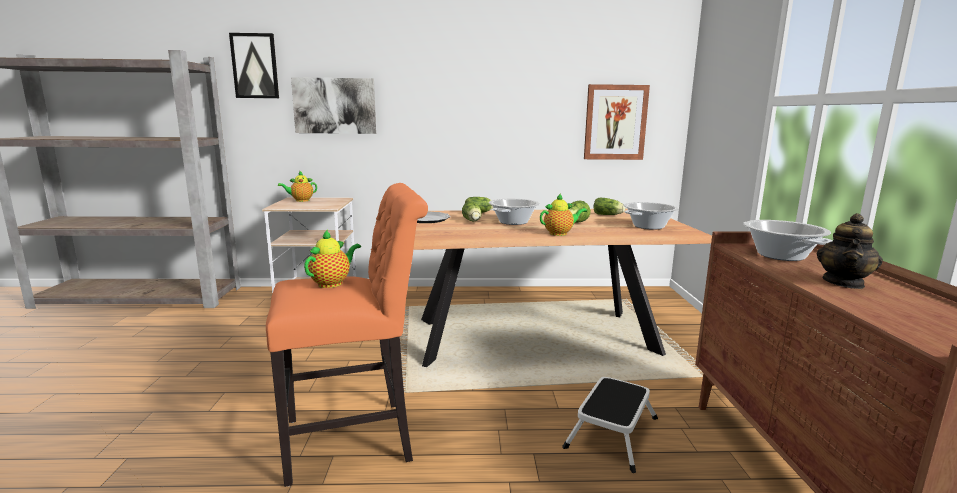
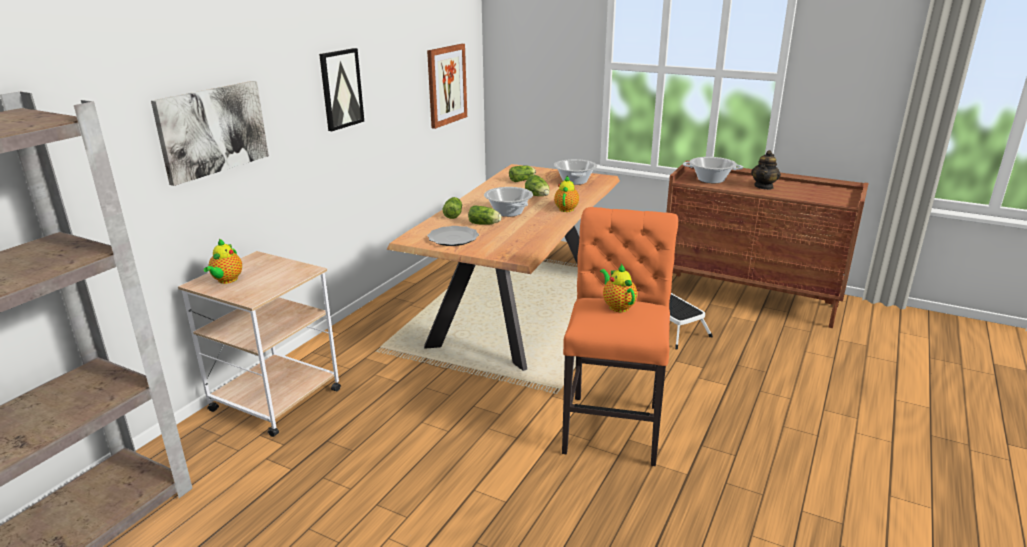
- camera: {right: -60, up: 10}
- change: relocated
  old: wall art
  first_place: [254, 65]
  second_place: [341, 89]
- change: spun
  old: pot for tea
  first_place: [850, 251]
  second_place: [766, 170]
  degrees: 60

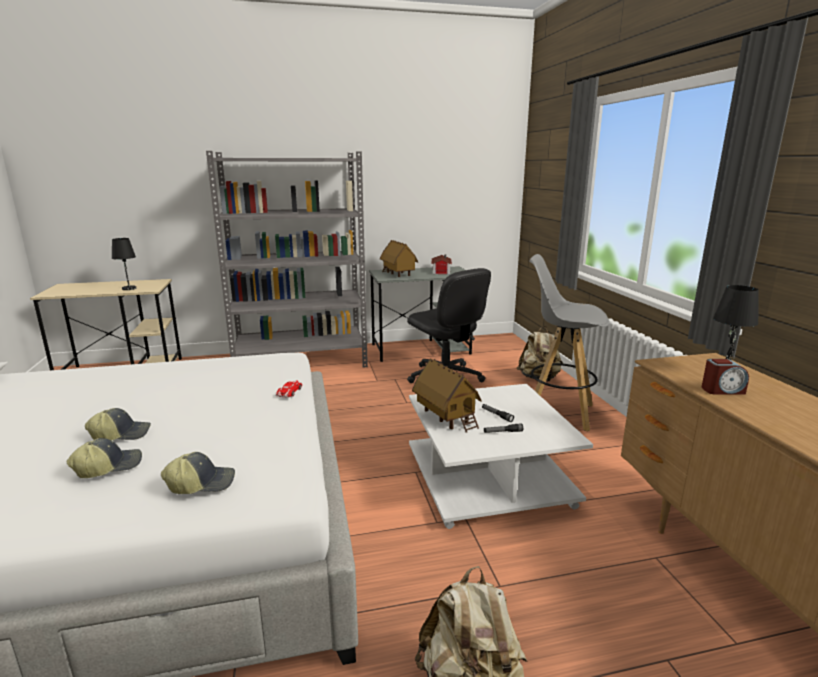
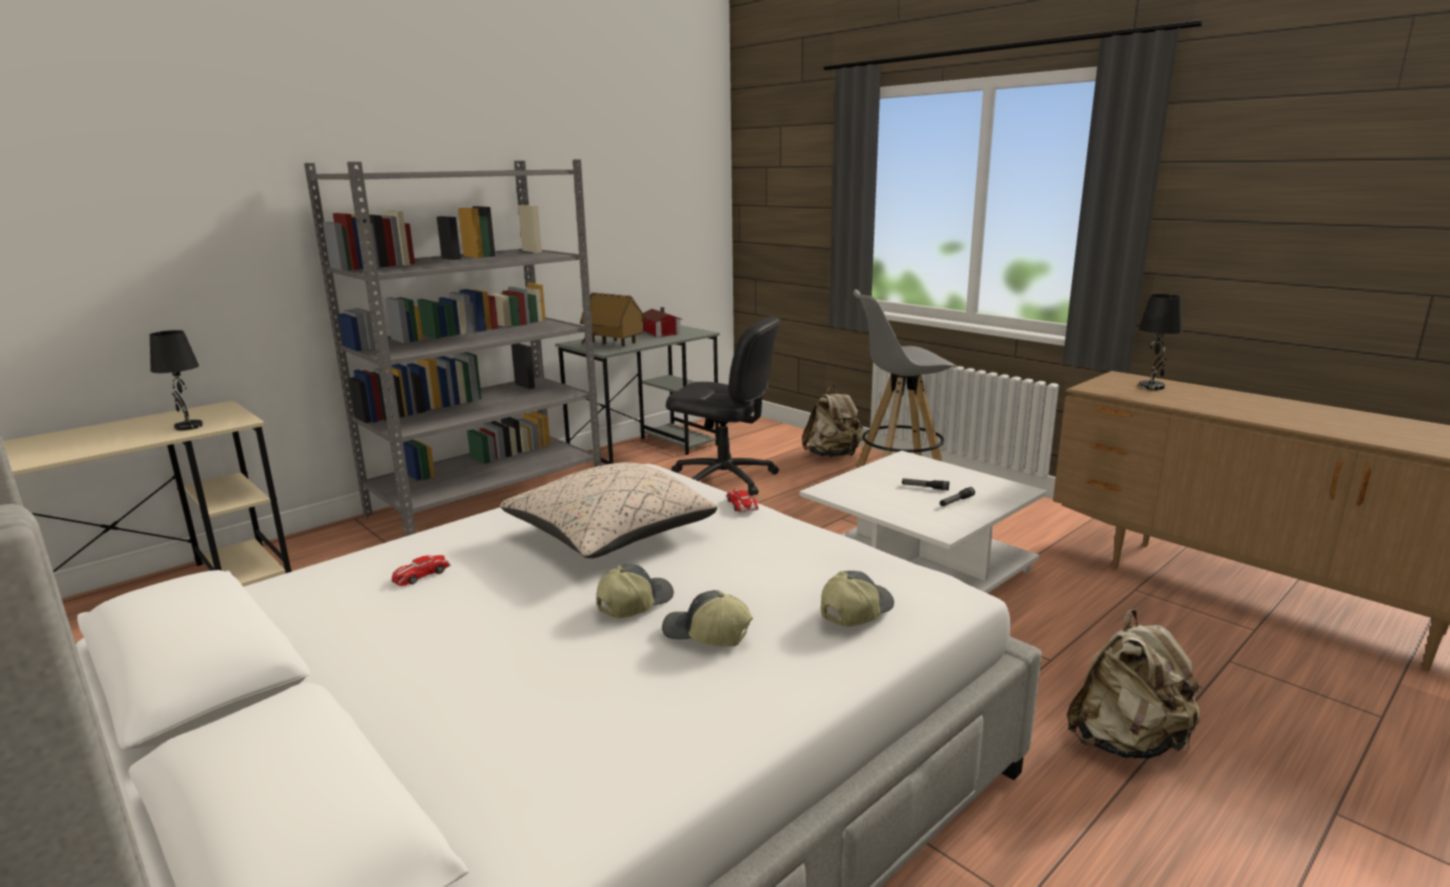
- camera: {right: -30, up: 0}
- change: missing
  old: toy house
  first_place: [447, 395]
- change: missing
  old: alarm clock
  first_place: [725, 377]
- change: appeared
  new: model car
  second_place: [421, 570]
- change: appeared
  new: beige pillow
  second_place: [608, 510]
- change: spun
  old: baseball cap
  first_place: [104, 458]
  second_place: [707, 618]
  degrees: -90

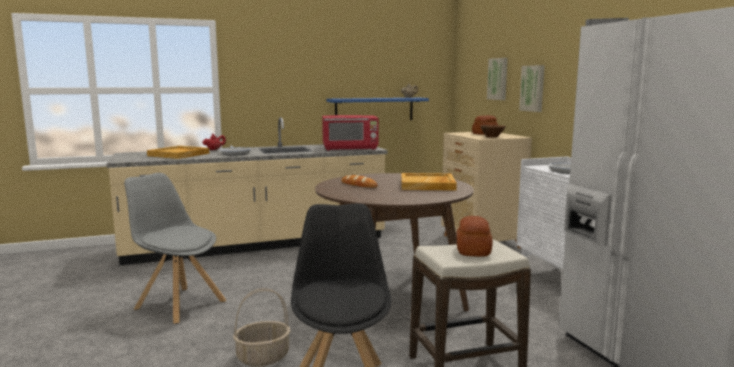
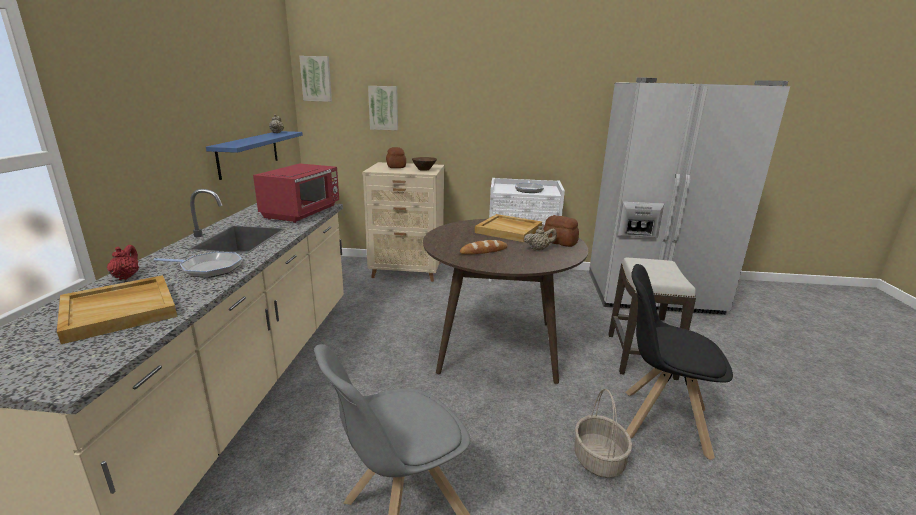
- camera: {right: -65, up: 10}
- change: appeared
  new: beige pot for tea
  second_place: [540, 238]
- change: relocated
  old: bread
  first_place: [474, 236]
  second_place: [561, 231]
- change: relocated
  old: wall art
  first_place: [532, 88]
  second_place: [315, 79]

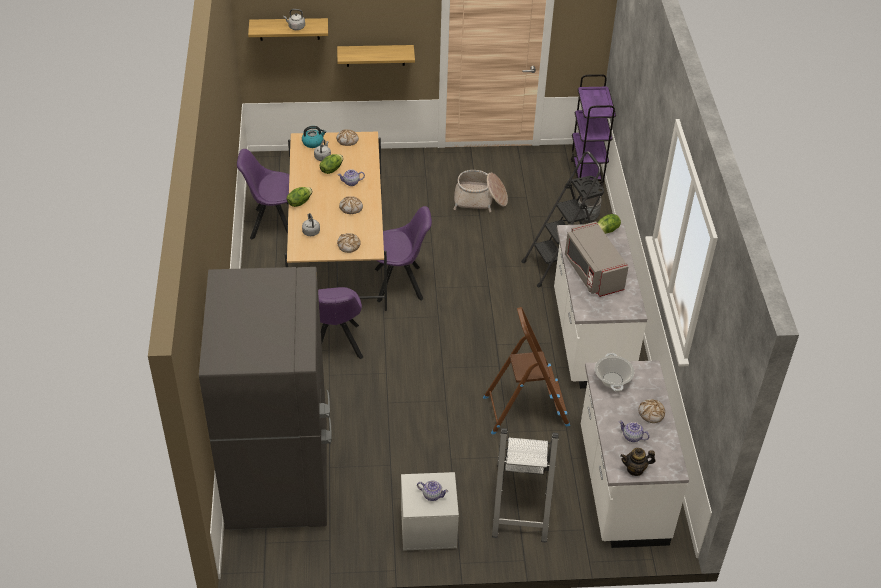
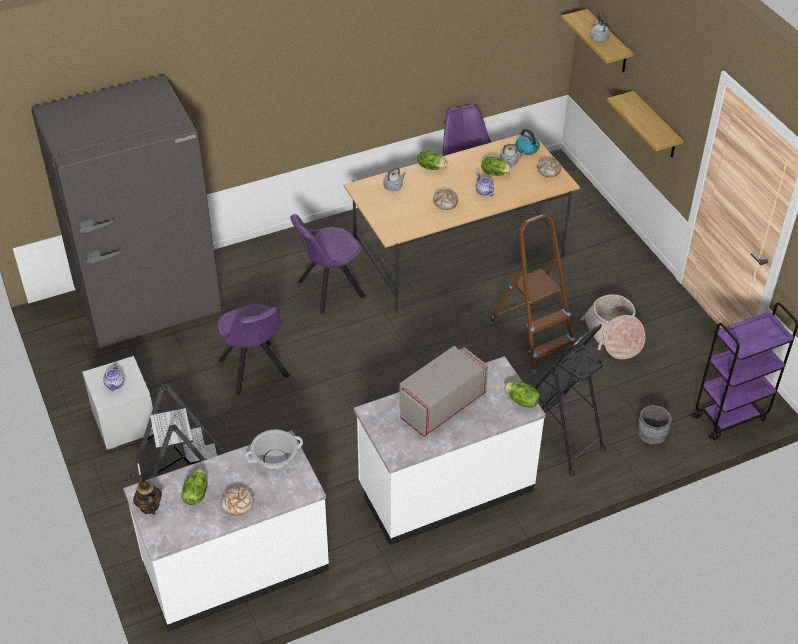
- camera: {right: 70, up: 0}
- change: missing
  old: bread
  first_place: [349, 243]
- change: relocated
  old: purple plain chair
  first_place: [403, 254]
  second_place: [253, 349]
- change: relocated
  old: brownish stepladder
  first_place: [526, 370]
  second_place: [532, 294]
- change: exchanged
  old: pot for tea
  new: head of lettuce
  first_place: [634, 431]
  second_place: [194, 487]

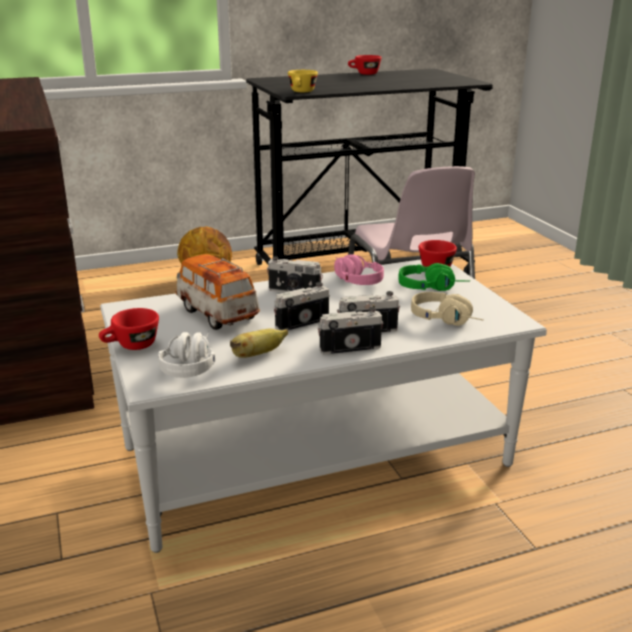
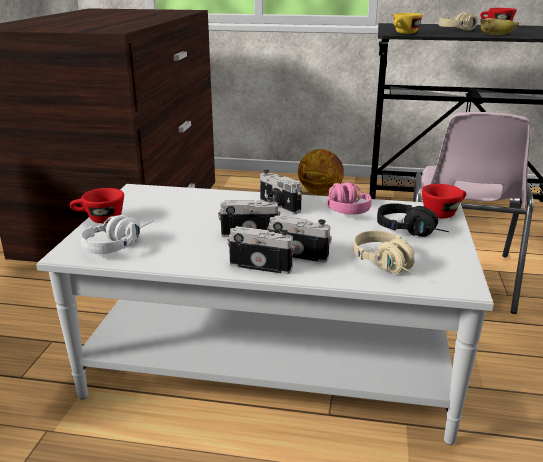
- camera: {right: 30, up: 0}
- change: missing
  old: model car
  first_place: [218, 292]
- change: appeared
  new: beige headphones
  second_place: [458, 21]
- change: relocated
  old: whole banana
  first_place: [259, 343]
  second_place: [499, 26]
- change: colour
  old: green headphones
  new: blackish headphones
  first_place: [434, 277]
  second_place: [413, 220]

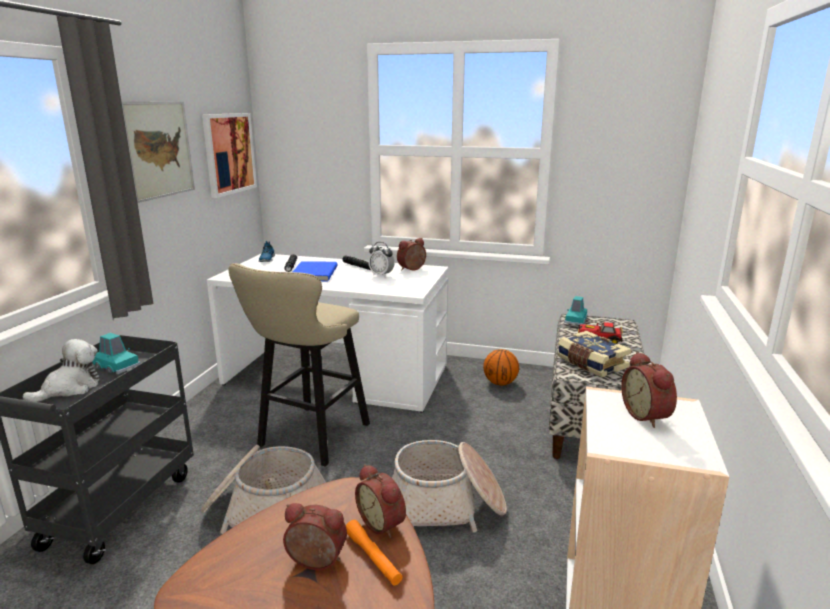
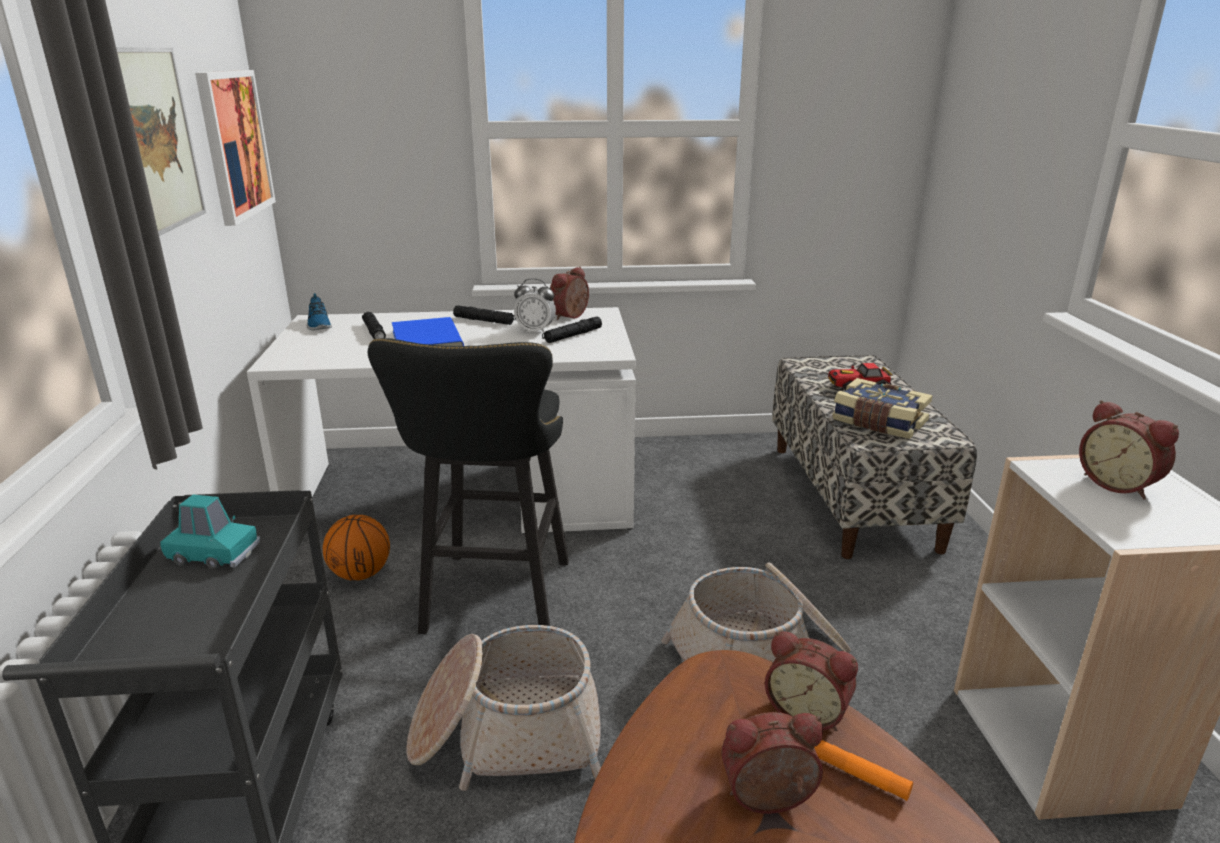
- camera: {right: -20, up: 5}
- change: missing
  old: cuddly toy
  first_place: [61, 370]
- change: missing
  old: turquoise-coloured model car
  first_place: [575, 310]
- change: appeared
  new: blackish flashlight
  second_place: [572, 329]
- change: relocated
  old: ball for basketball
  first_place: [501, 367]
  second_place: [356, 547]
- change: colour
  old: beige stool
  new: blackish stool
  first_place: [299, 365]
  second_place: [468, 486]

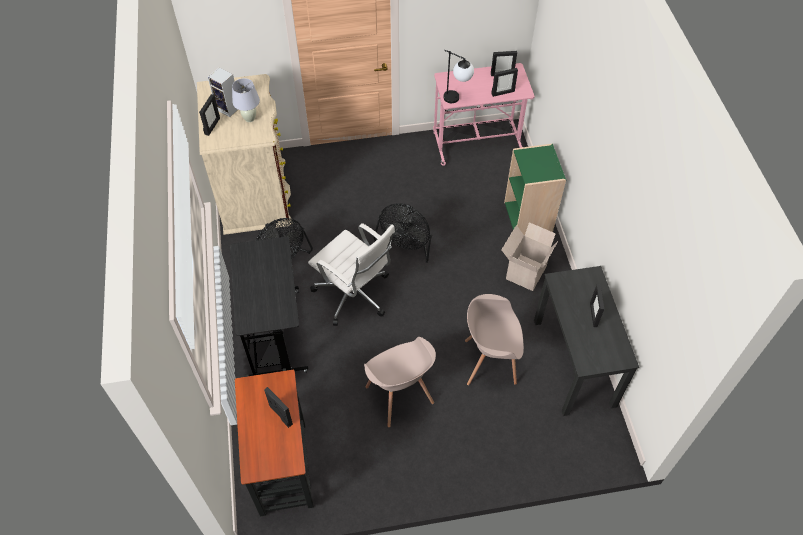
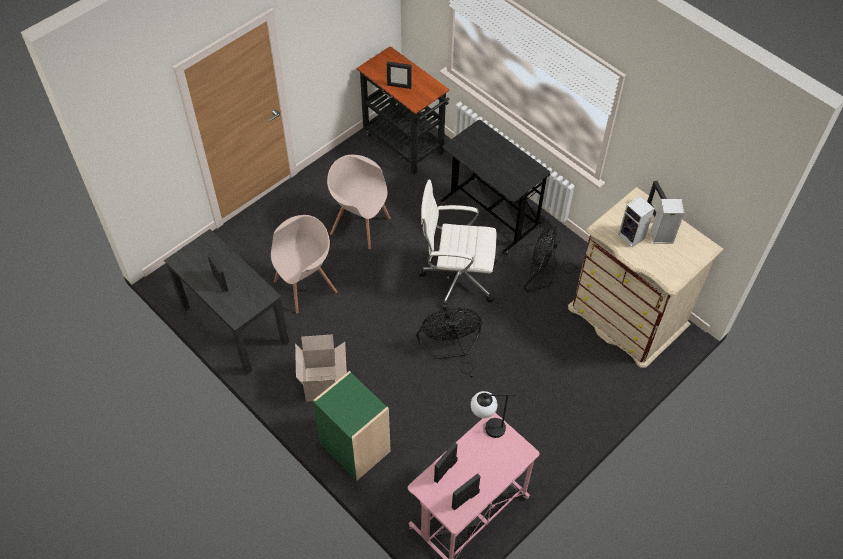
- camera: {right: 145, up: 0}
- change: exchanged
  old: whitish lamp for a table
  new: loudspeaker
  first_place: [246, 100]
  second_place: [636, 221]

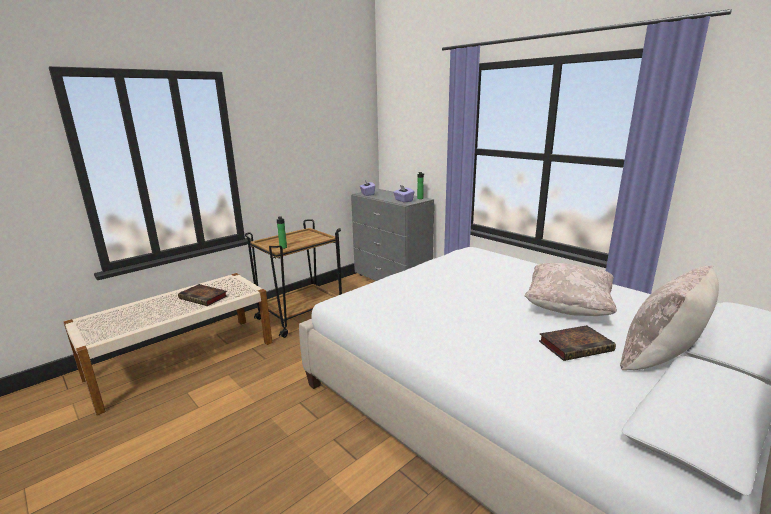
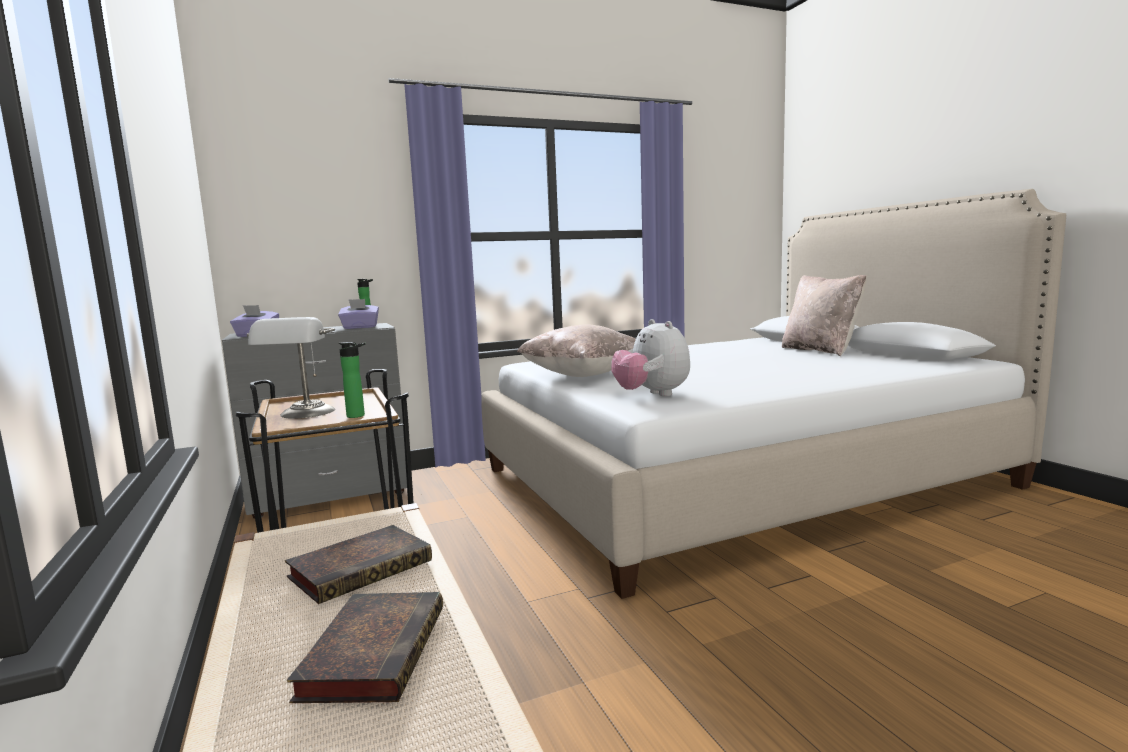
- camera: {right: -70, up: -10}
- change: appeared
  new: whitish lamp for a table
  second_place: [291, 368]
- change: appeared
  new: cuddly toy
  second_place: [650, 357]
- change: relocated
  old: beige pillow
  first_place: [570, 289]
  second_place: [576, 350]
- change: relocated
  old: book
  first_place: [577, 343]
  second_place: [365, 647]

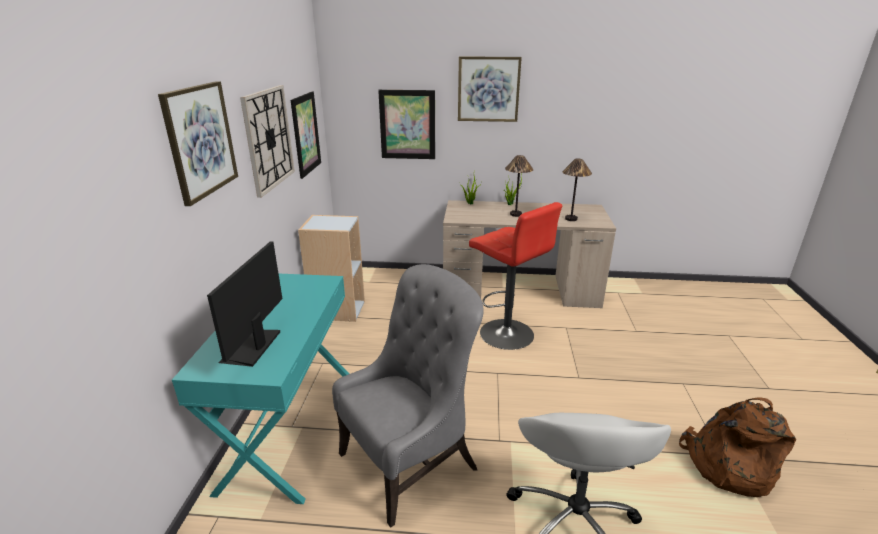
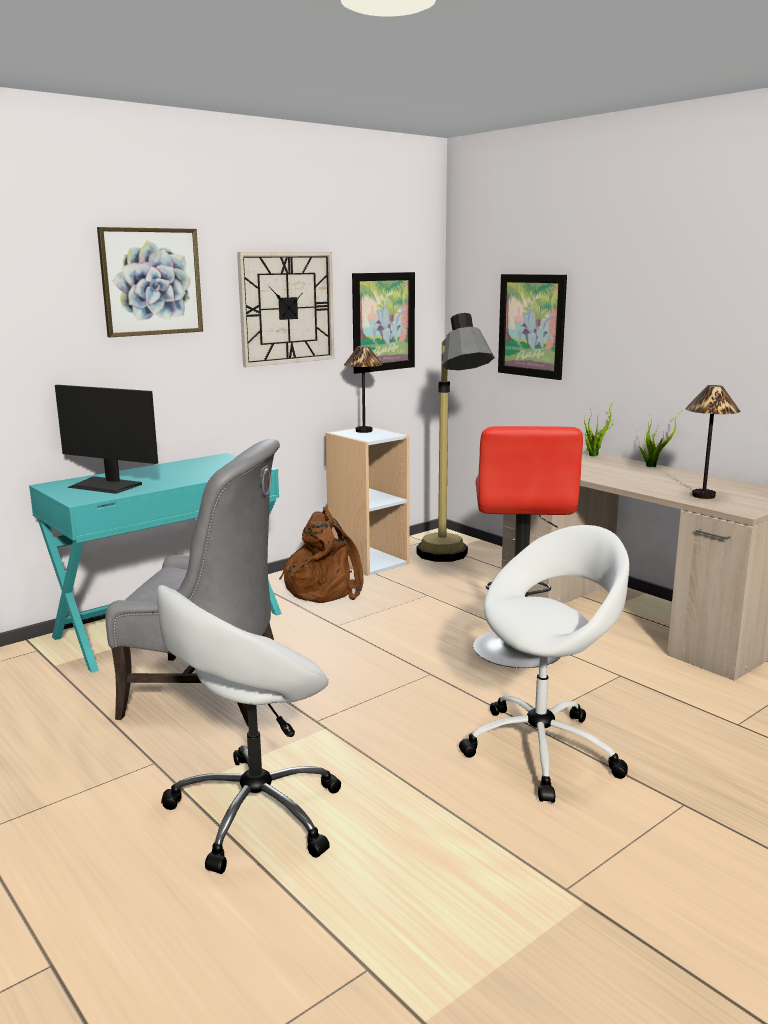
- camera: {right: 45, up: -10}
- change: missing
  old: wall art
  first_place: [490, 89]
- change: appeared
  new: standard lamp
  second_place: [456, 437]
- change: appeared
  new: whitish office chair
  second_place: [544, 664]
- change: relocated
  old: lamp for a table
  first_place: [519, 186]
  second_place: [363, 389]
- change: relocated
  old: brownish backpack
  first_place: [737, 447]
  second_place: [321, 554]
- change: spun
  old: monitor
  first_place: [245, 304]
  second_place: [106, 439]
  degrees: -120

